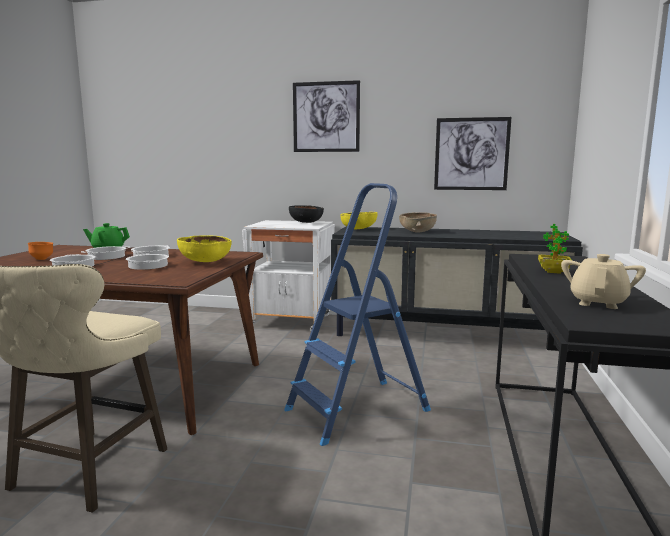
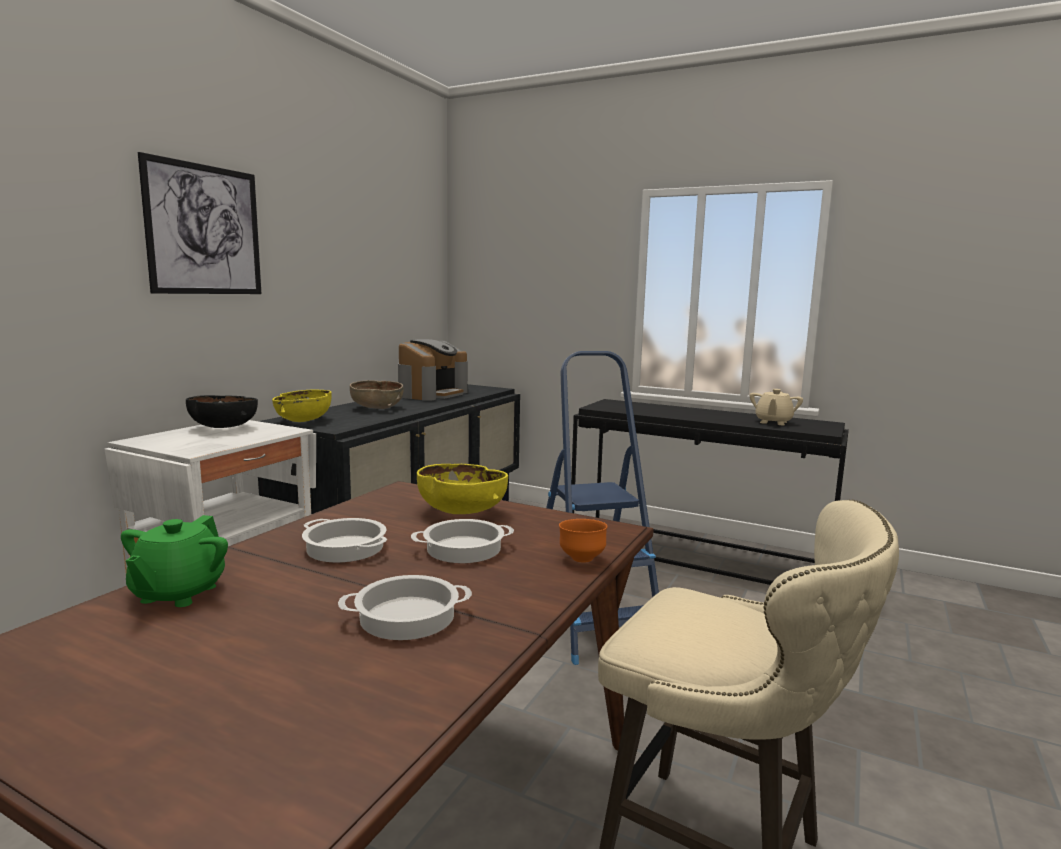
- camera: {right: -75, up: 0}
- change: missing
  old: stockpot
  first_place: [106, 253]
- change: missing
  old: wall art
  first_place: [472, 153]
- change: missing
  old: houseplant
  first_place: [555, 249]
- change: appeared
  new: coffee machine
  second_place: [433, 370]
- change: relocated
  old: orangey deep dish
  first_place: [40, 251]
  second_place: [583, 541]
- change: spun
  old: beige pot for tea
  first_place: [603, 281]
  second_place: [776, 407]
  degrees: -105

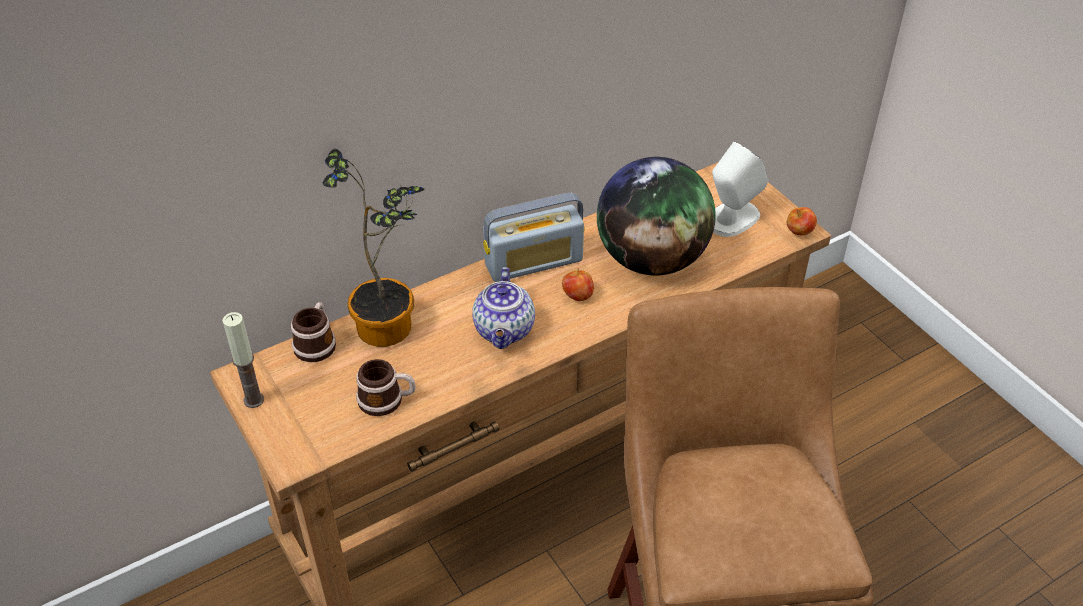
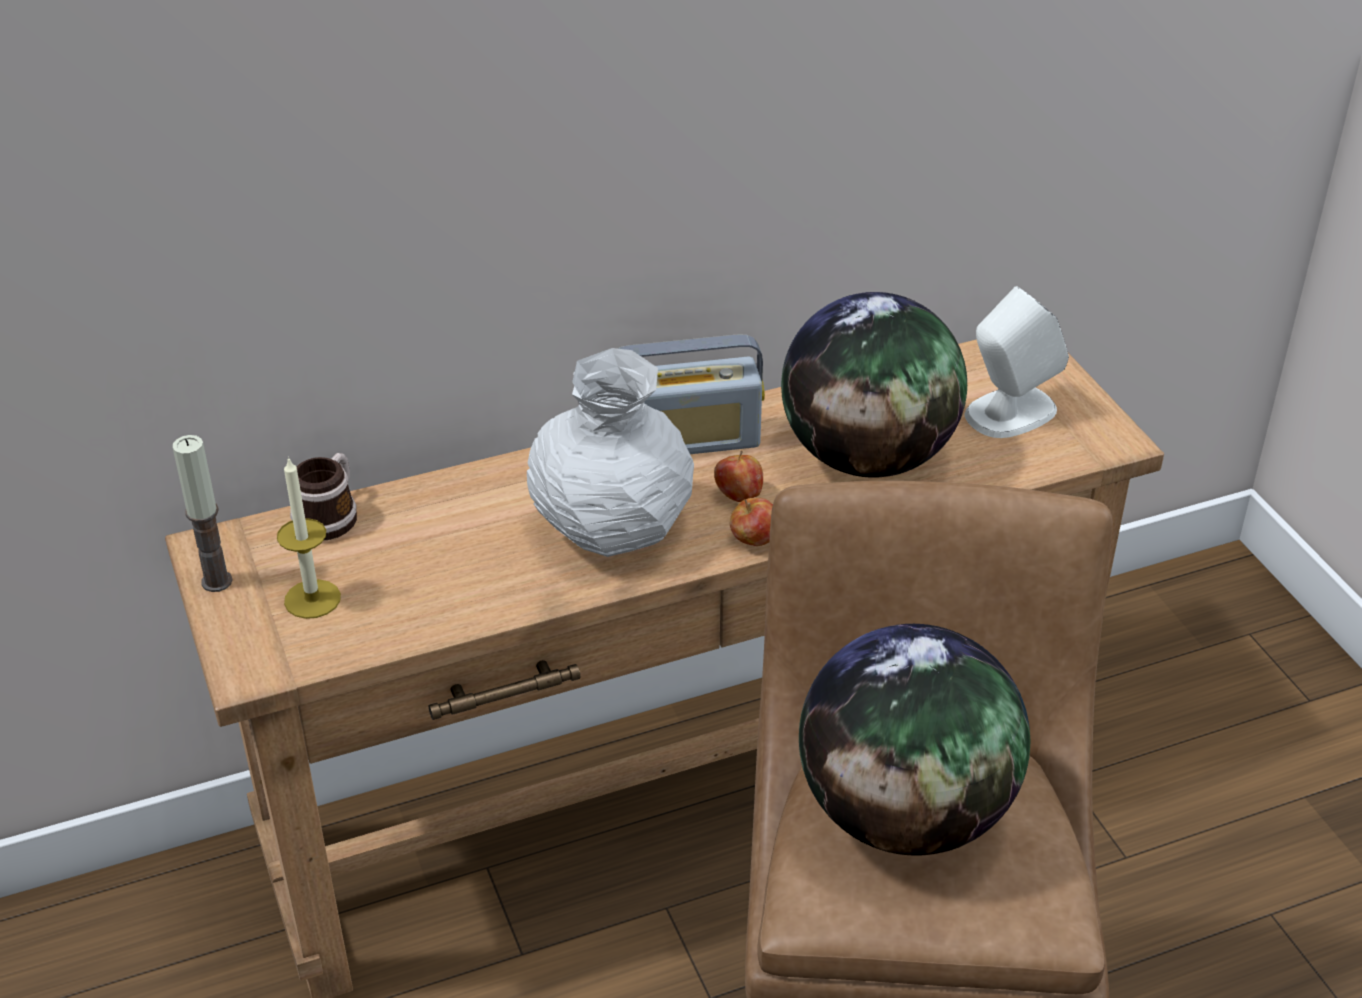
- camera: {right: 10, up: -5}
- change: missing
  old: houseplant
  first_place: [373, 248]
- change: missing
  old: tea mug
  first_place: [386, 387]
- change: appeared
  new: wax light
  second_place: [309, 537]
- change: appeared
  new: desk globe
  second_place: [914, 740]
- change: relocated
  old: apple
  first_place: [802, 221]
  second_place: [751, 522]
- change: exchanged
  old: pot for tea
  new: whitish flower vase
  first_place: [503, 308]
  second_place: [610, 452]

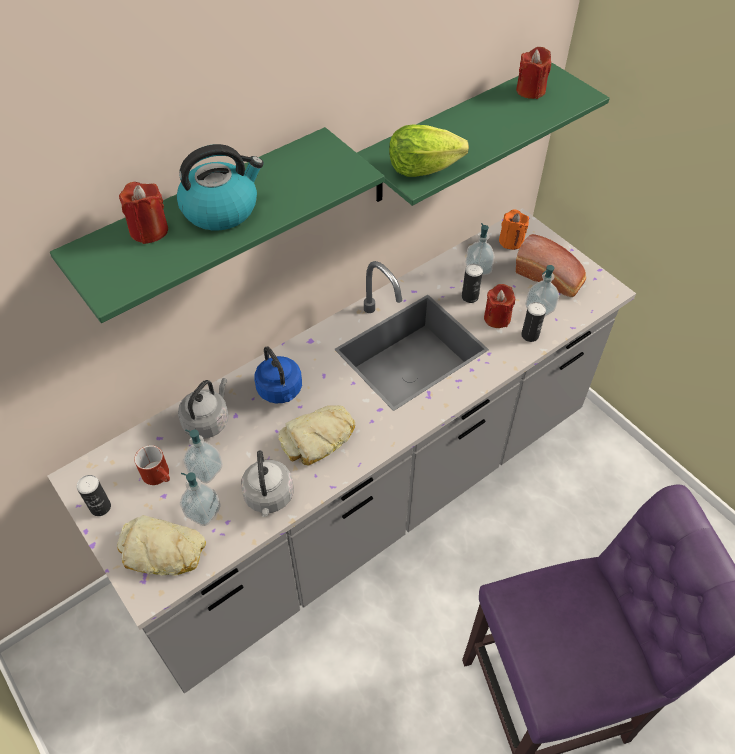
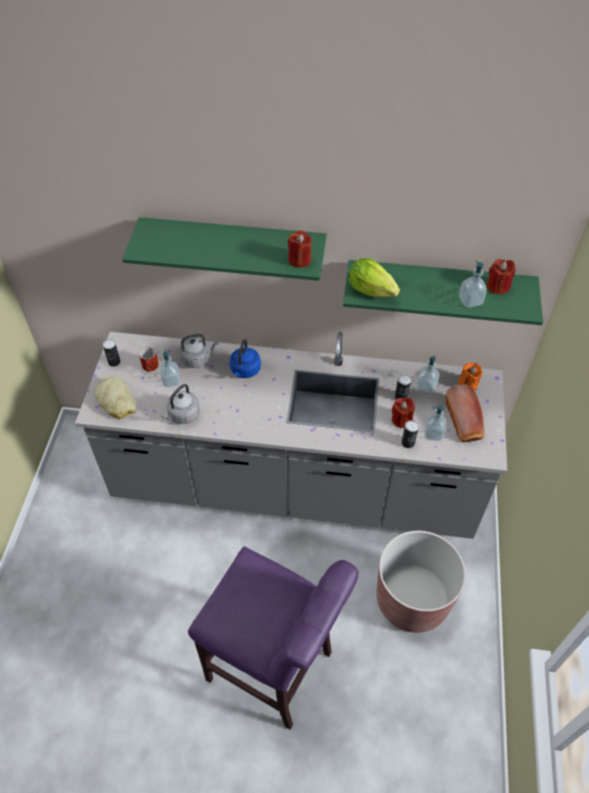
- camera: {right: 45, up: 0}
- change: missing
  old: kettle
  first_place: [220, 187]
- change: missing
  old: bread
  first_place: [316, 435]
- change: appeared
  new: brownish plant pot
  second_place: [421, 582]
- change: relocated
  old: red wax light
  first_place: [143, 213]
  second_place: [300, 249]
- change: relocated
  old: soap dispenser
  first_place: [200, 499]
  second_place: [473, 284]

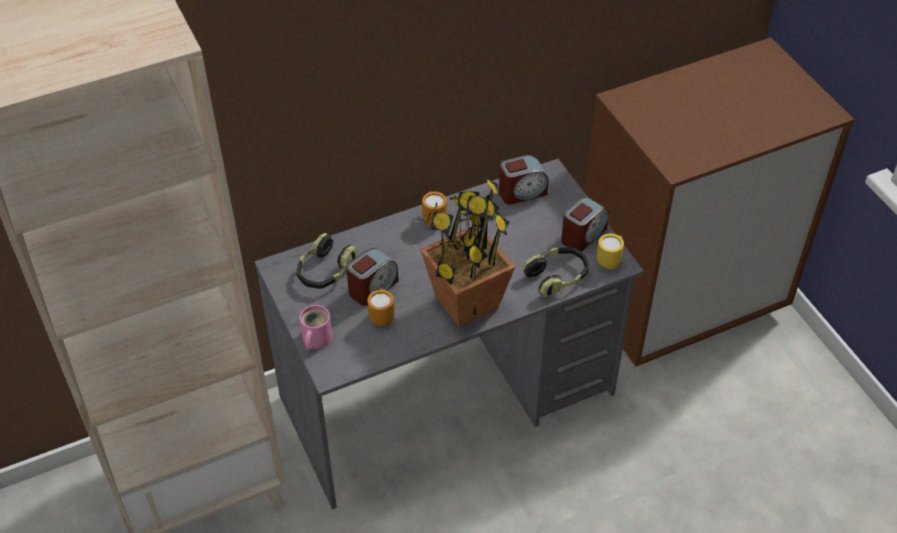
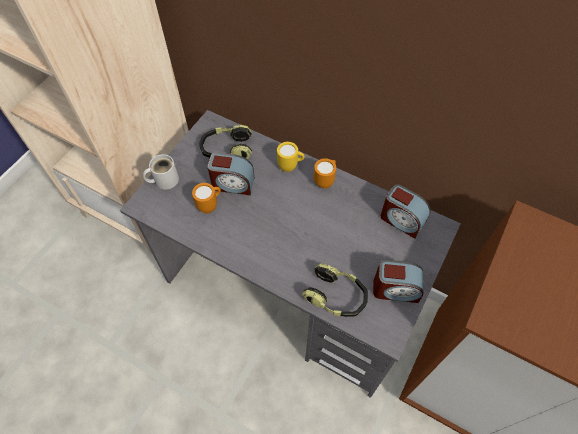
- camera: {right: 55, up: 10}
- change: missing
  old: houseplant
  first_place: [467, 252]
- change: relocated
  old: yellow-coloured tea mug
  first_place: [610, 251]
  second_place: [291, 157]
- change: colour
  old: pinkish tea mug
  new: whitish tea mug
  first_place: [316, 327]
  second_place: [161, 172]

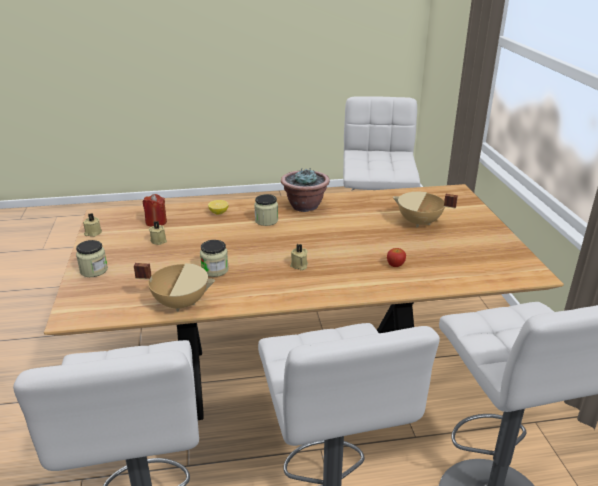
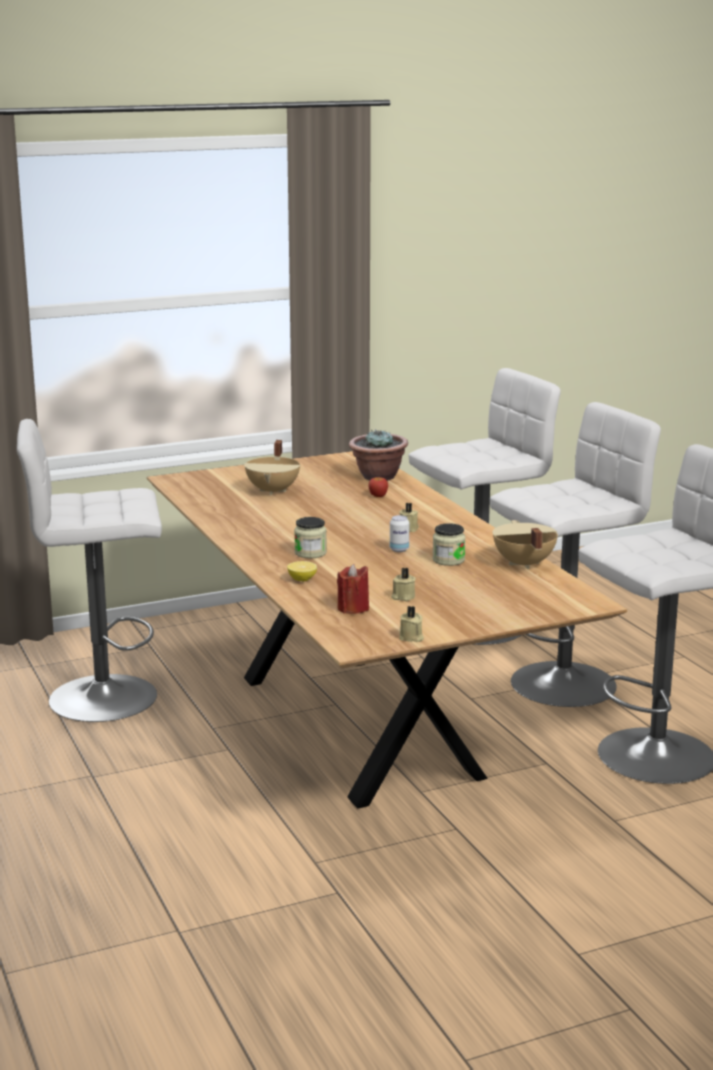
- camera: {right: -105, up: -10}
- change: missing
  old: storage jar
  first_place: [92, 258]
- change: appeared
  new: sealed can
  second_place: [399, 533]
- change: relocated
  old: houseplant
  first_place: [305, 190]
  second_place: [378, 455]

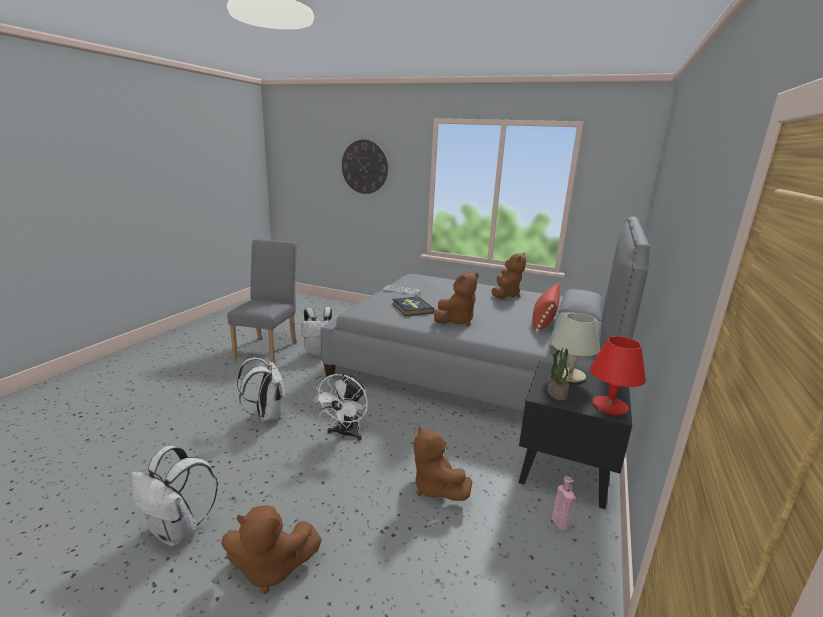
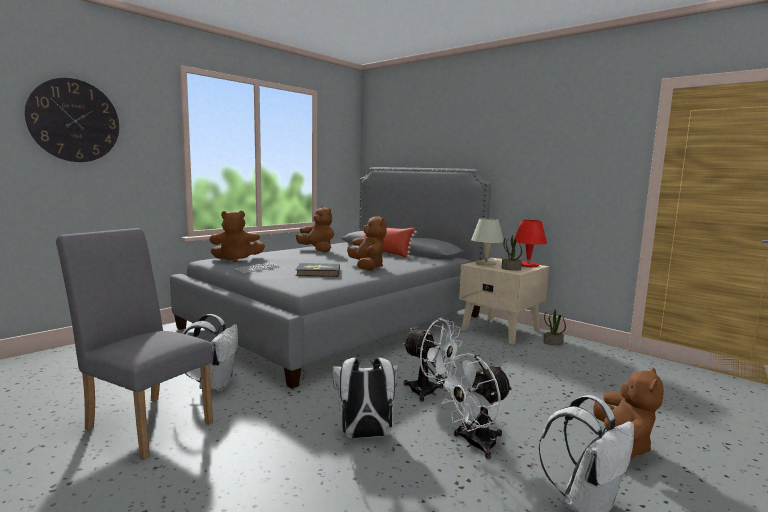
- camera: {right: -70, up: -10}
- change: appeared
  new: whitish electric fan
  second_place: [475, 406]
- change: relocated
  old: brownish cuddly toy
  first_place: [442, 463]
  second_place: [237, 236]
- change: exchanged
  old: pinkish beverage bottle
  new: houseplant
  first_place: [563, 503]
  second_place: [554, 327]
- change: colour
  old: blackish night table
  new: beige night table
  first_place: [575, 435]
  second_place: [504, 301]

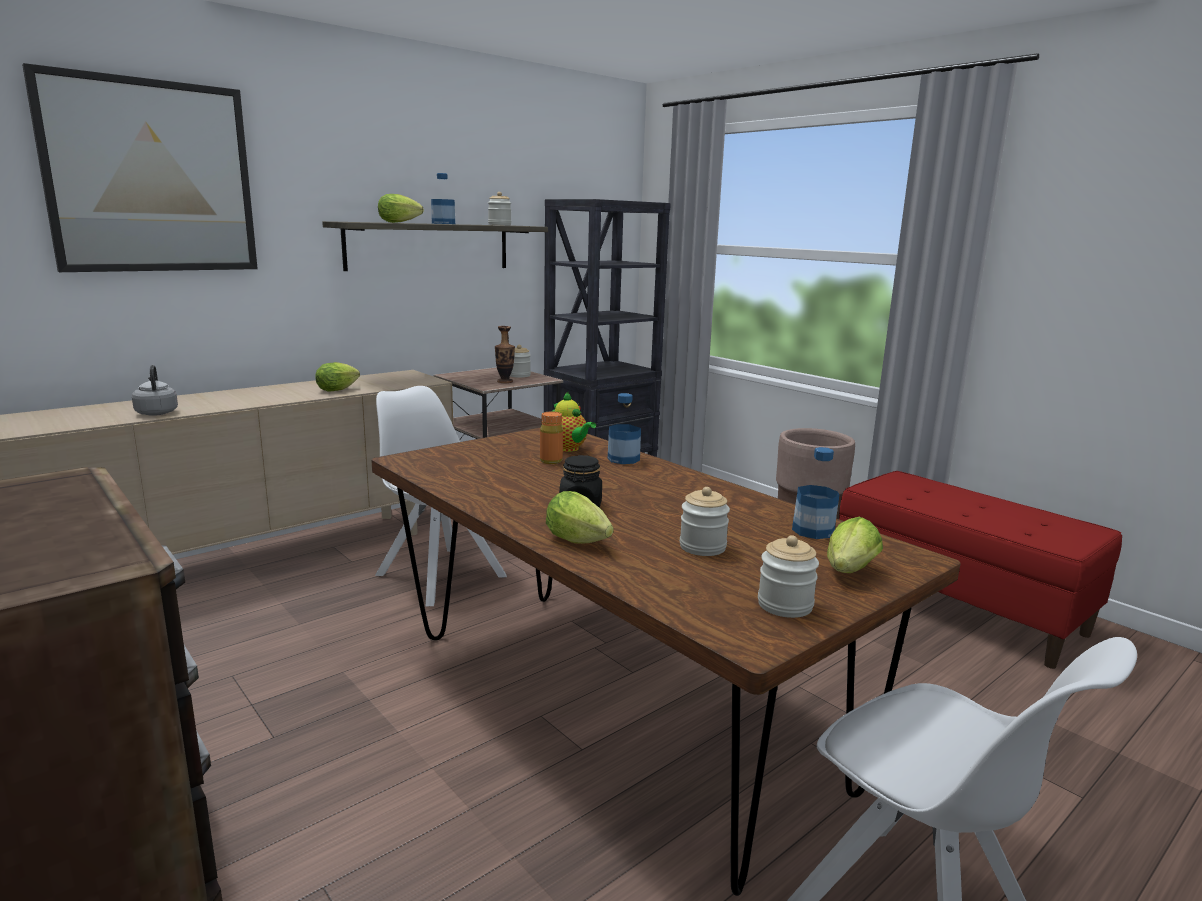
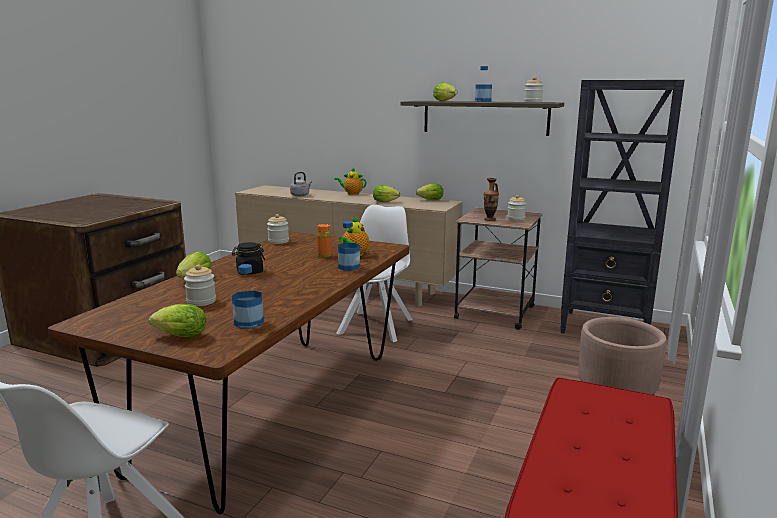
- camera: {right: 65, up: 0}
- change: missing
  old: wall art
  first_place: [140, 167]
- change: appeared
  new: pot for tea
  second_place: [350, 181]
- change: appeared
  new: head of lettuce
  second_place: [429, 191]
- change: relocated
  old: storage jar
  first_place: [788, 576]
  second_place: [278, 229]

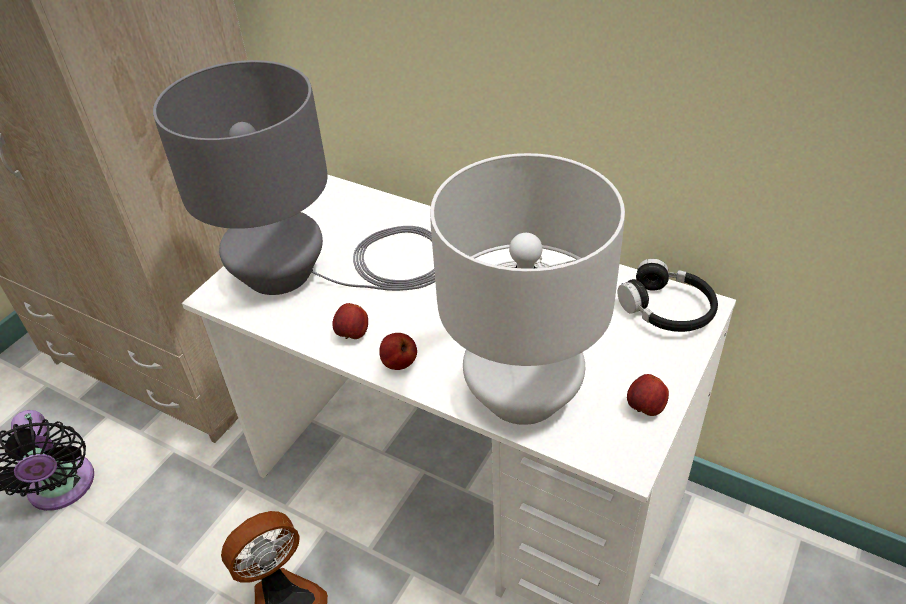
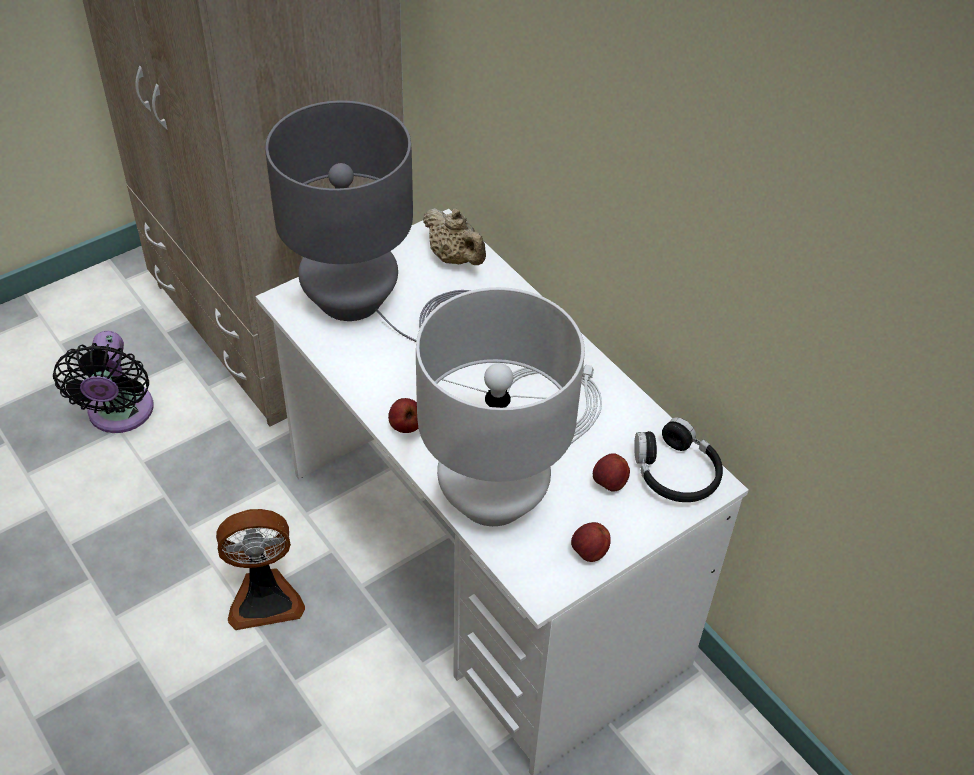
- camera: {right: 20, up: 5}
- change: appeared
  new: beige pot for tea
  second_place: [454, 236]
- change: relocated
  old: apple
  first_place: [350, 321]
  second_place: [611, 472]

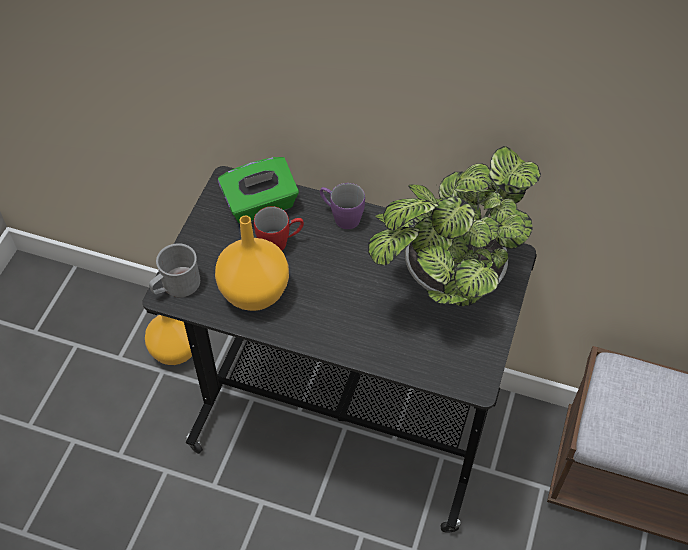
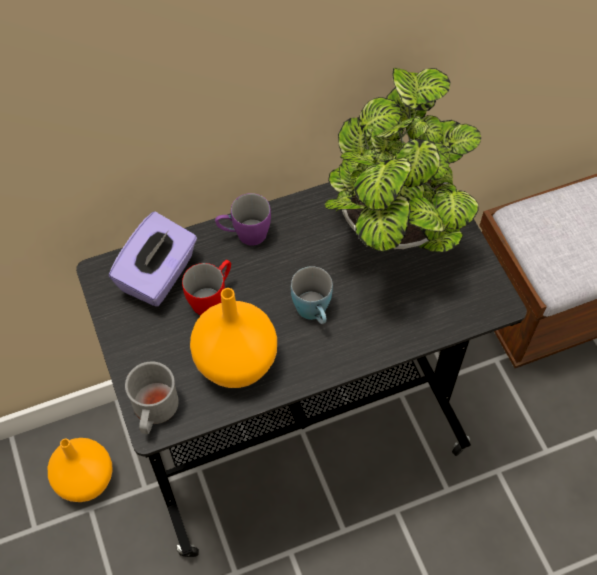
- camera: {right: -40, up: 5}
- change: appeared
  new: blue-coloured tea mug
  second_place: [312, 295]
- change: colour
  old: green tissue holder
  new: purple tissue holder
  first_place: [258, 190]
  second_place: [153, 259]

